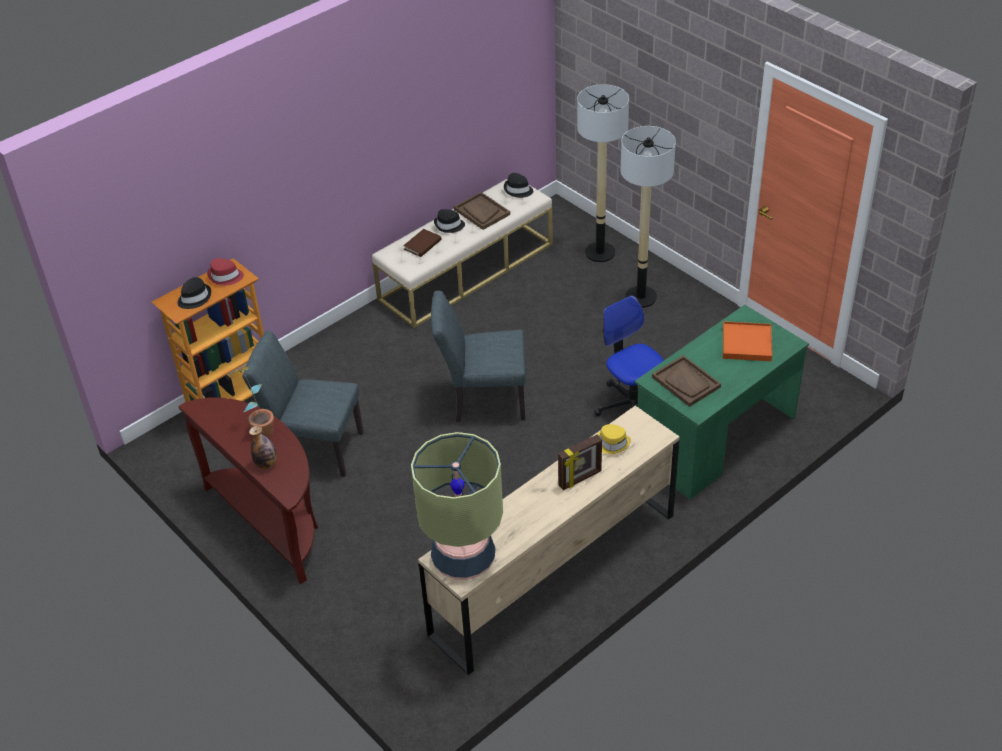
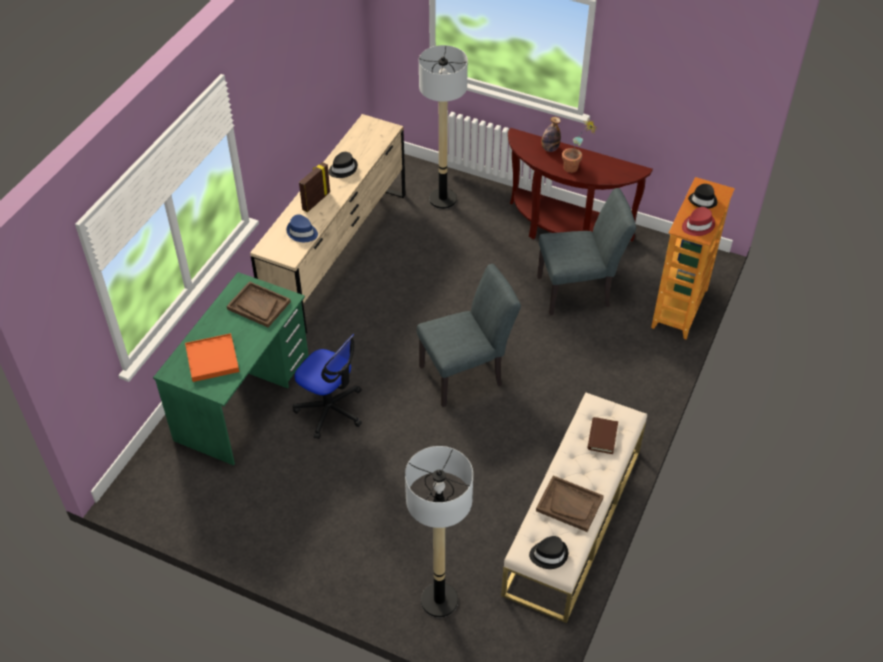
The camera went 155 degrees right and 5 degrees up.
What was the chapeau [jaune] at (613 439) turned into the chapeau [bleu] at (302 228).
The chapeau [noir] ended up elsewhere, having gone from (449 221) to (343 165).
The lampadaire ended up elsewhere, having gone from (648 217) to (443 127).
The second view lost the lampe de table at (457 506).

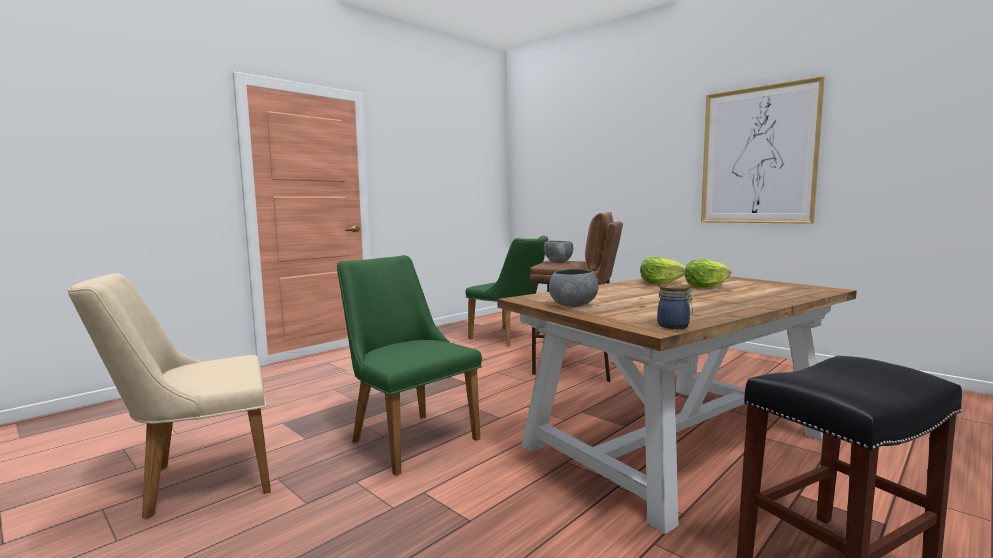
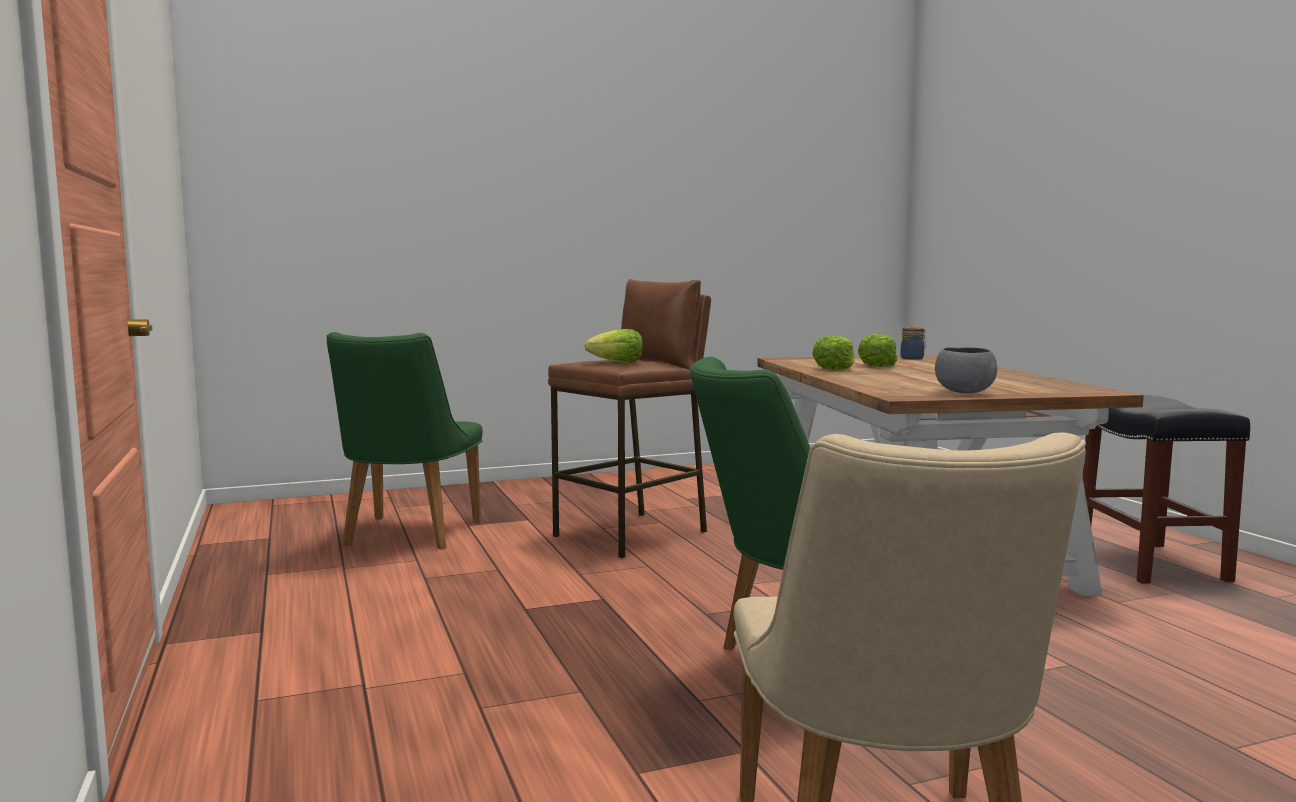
The camera went 65 degrees left and 0 degrees up.
The chaise [vert] at (507 291) ended up facing another way, 120 degrees clockwise from before.
Where the bol [gris] stood at (558 251), the laitue came to stand at (614 346).
The bocal ended up elsewhere, having gone from (675 306) to (913 343).
The second view lost the tableau at (763 150).

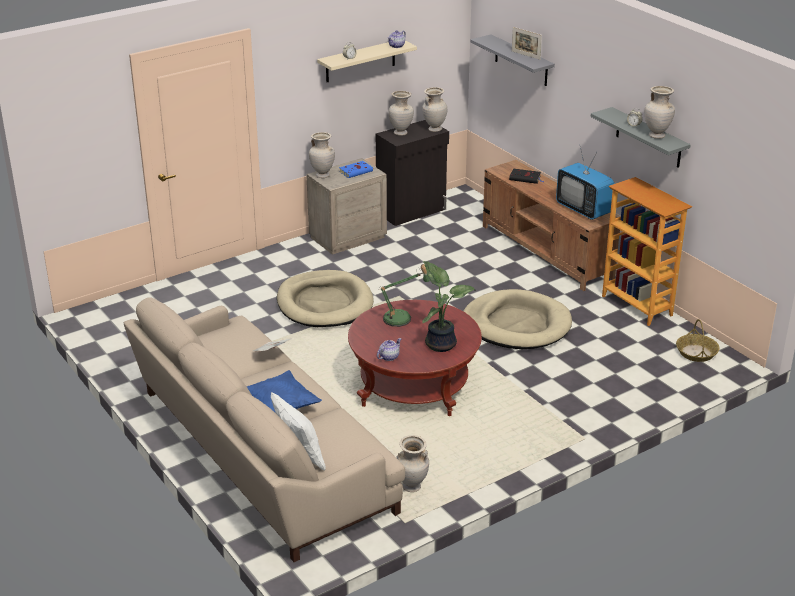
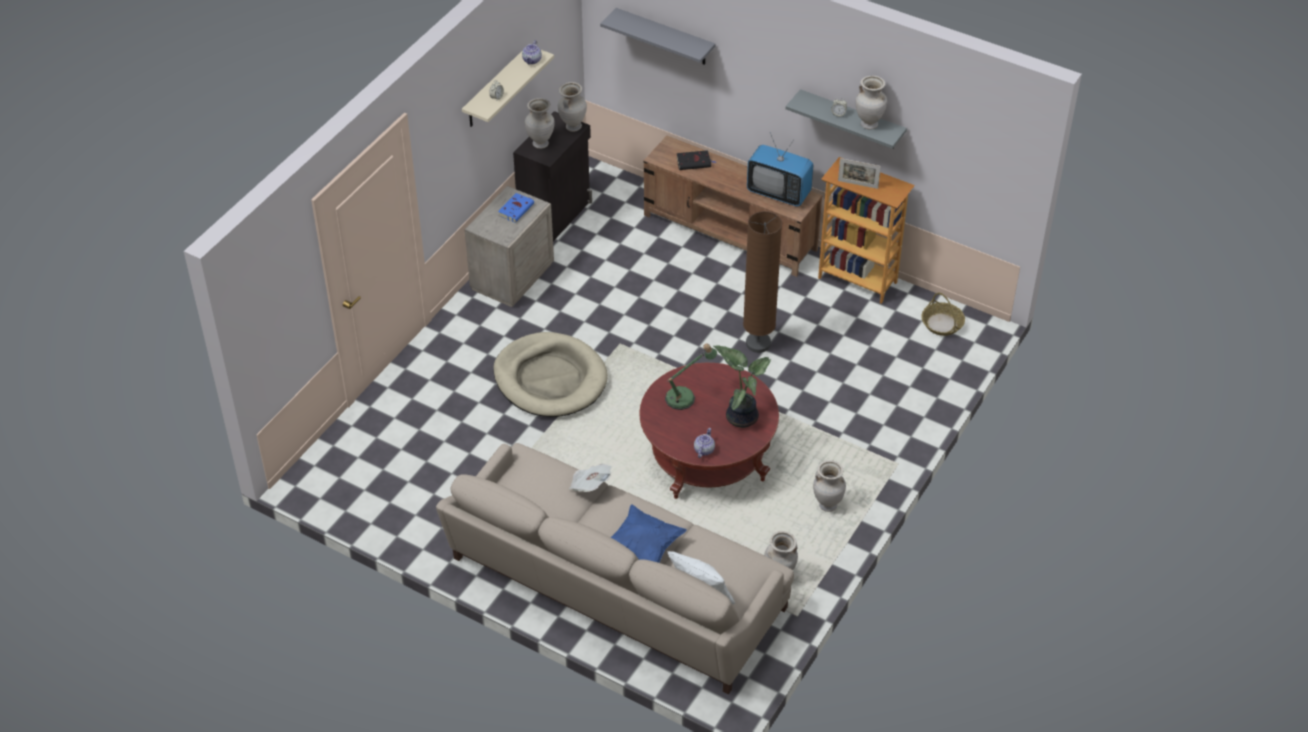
The camera went 25 degrees left and 15 degrees up.
Where the panier pour chien [beige] stood at (517 319), the lampadaire [marron] came to stand at (762 282).
The vase [beige] ended up elsewhere, having gone from (322 155) to (829 486).
The cadre photo ended up elsewhere, having gone from (527 43) to (859 173).

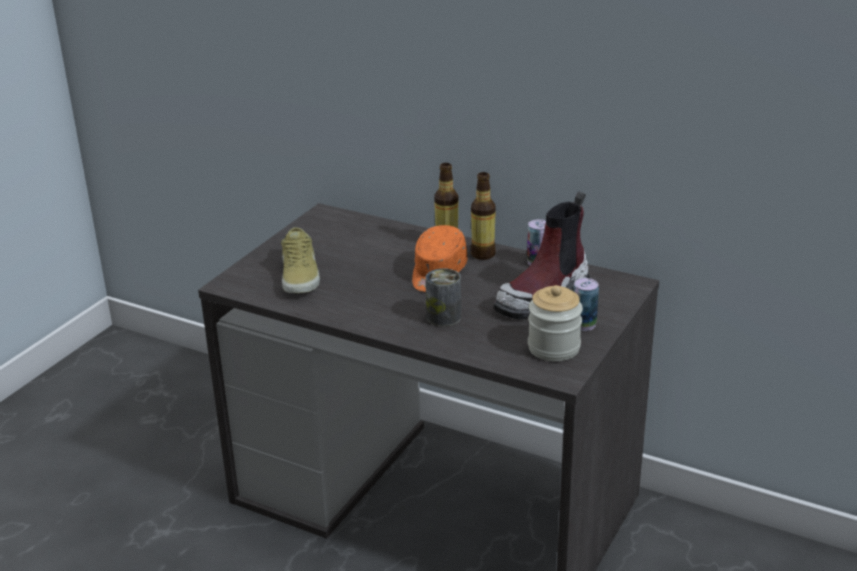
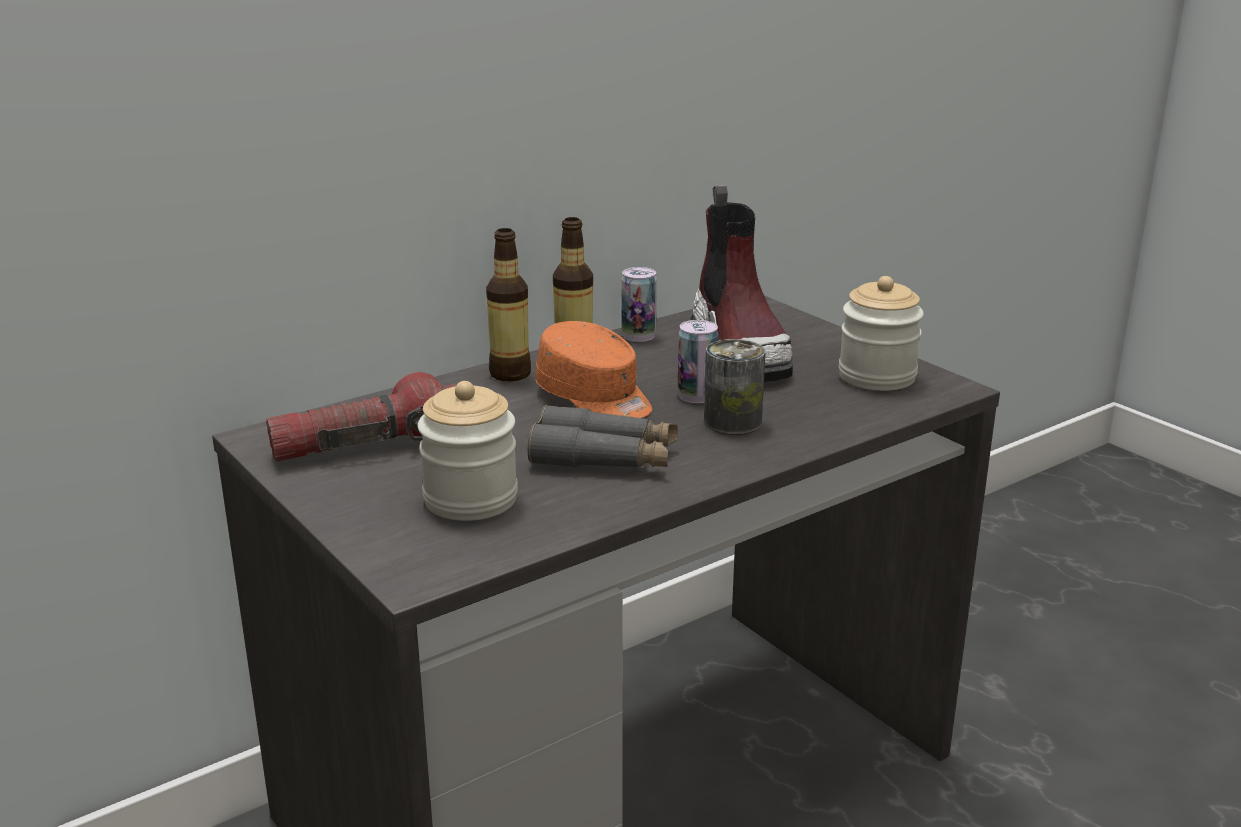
The camera went 65 degrees left and 5 degrees down.
The second view gained the lampe de poche at (360 417).
Where the chaussure [beige] stood at (300 260), the bocal came to stand at (468 451).
The second view gained the jumelles [gris] at (603 436).
The boîte métallique ended up elsewhere, having gone from (586 304) to (698 361).

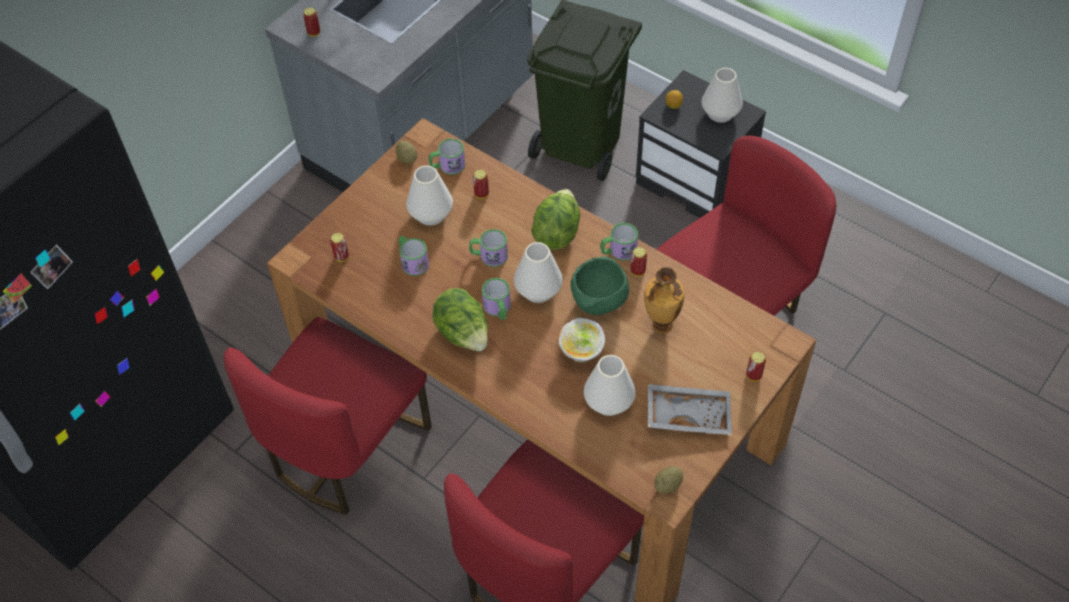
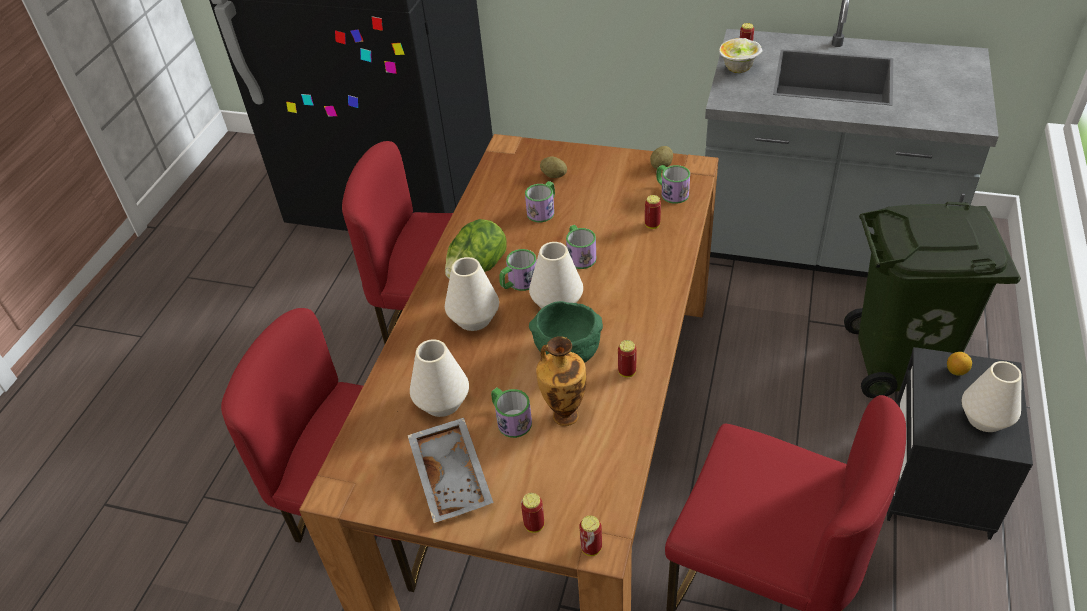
The camera went 70 degrees right and 10 degrees down.
The vase [blanc] ended up elsewhere, having gone from (429 195) to (472 294).
The mug ended up elsewhere, having gone from (619 242) to (511 413).
The pomme de terre ended up elsewhere, having gone from (668 480) to (553 167).
The boîte métallique ended up elsewhere, having gone from (339 247) to (590 535).
The bol ended up elsewhere, having gone from (581 340) to (741 55).
The second view lost the laitue at (555 219).

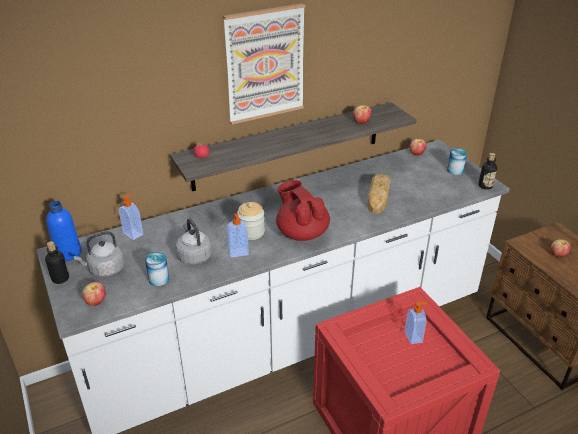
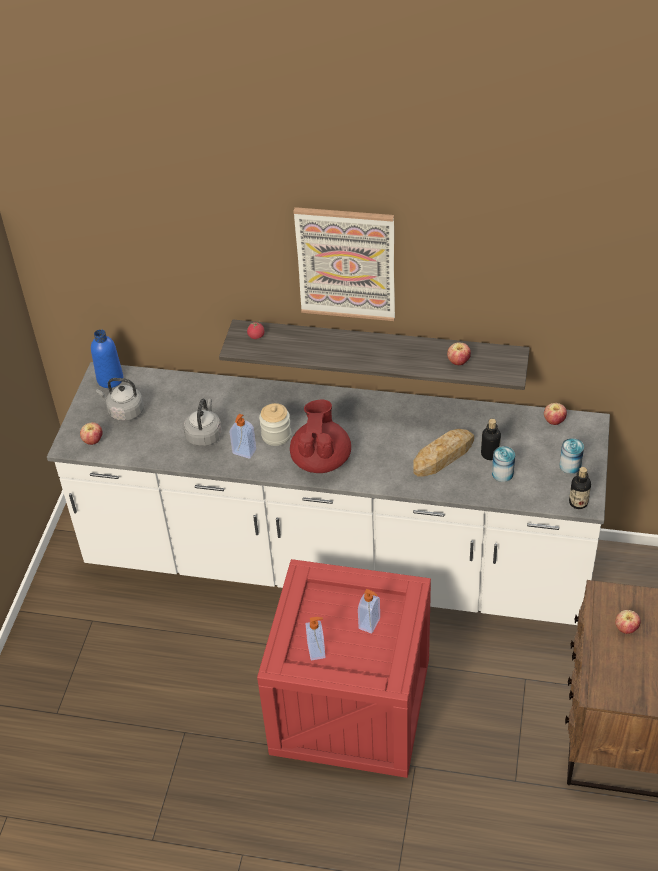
The camera went 40 degrees right and 10 degrees up.
The distributeur de savon ended up elsewhere, having gone from (131 217) to (315 639).
The bouteille ended up elsewhere, having gone from (57 262) to (491 439).
The boîte métallique ended up elsewhere, having gone from (157 269) to (503 464).

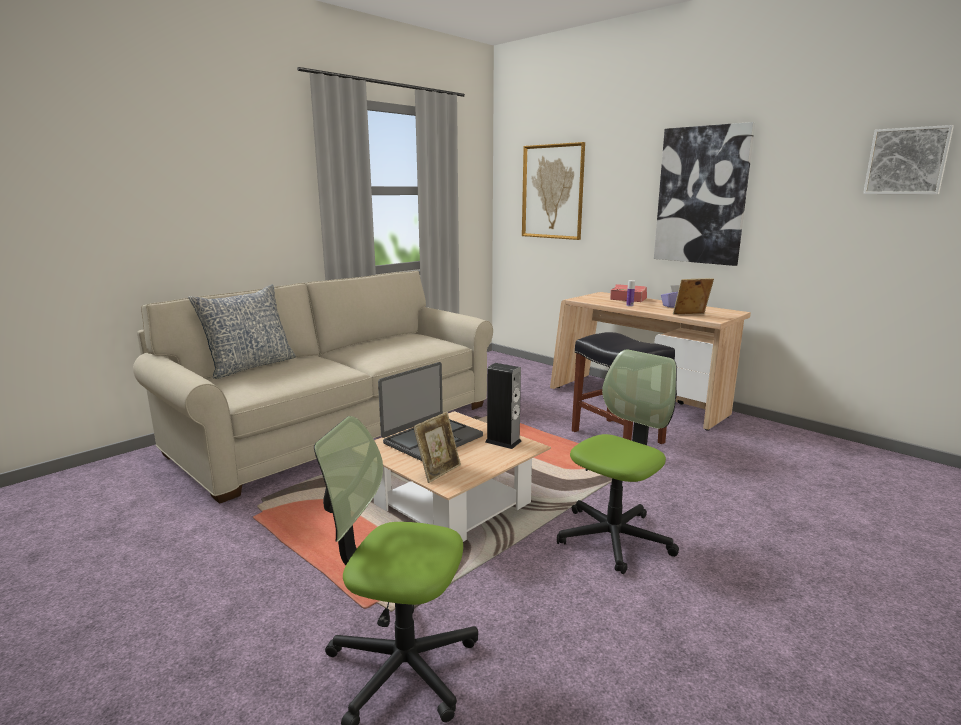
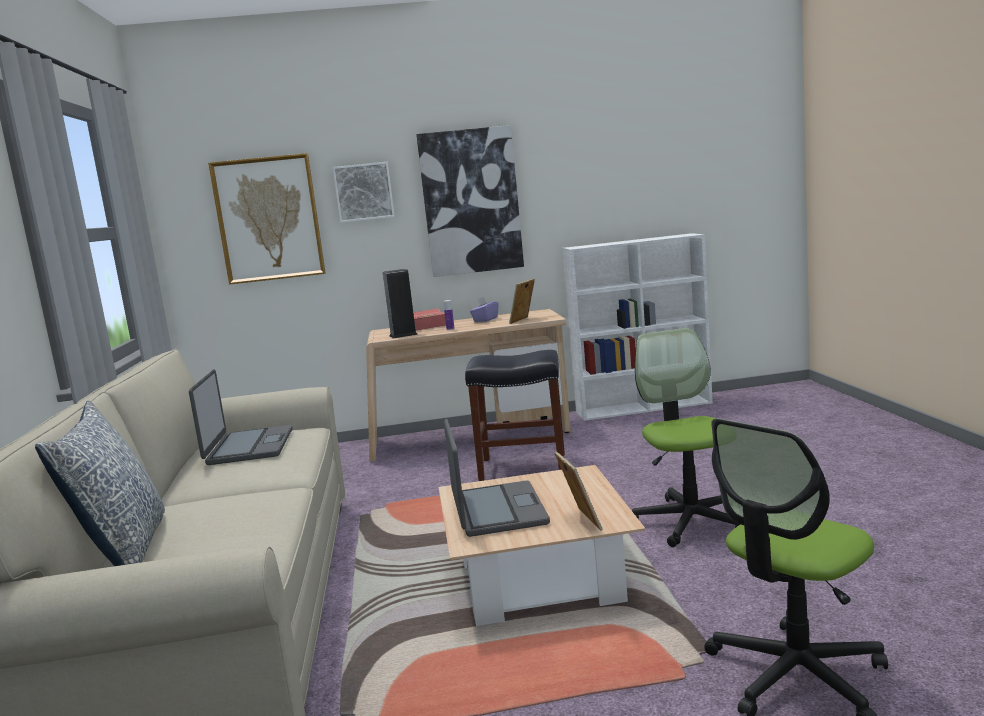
The camera went 50 degrees left and 5 degrees down.
The second view gained the ordinateur portable at (241 417).
The tableau ended up elsewhere, having gone from (908 159) to (364 192).
The enceinte ended up elsewhere, having gone from (503 406) to (400 303).
The second view gained the bibliothèque [blanc] at (637 327).

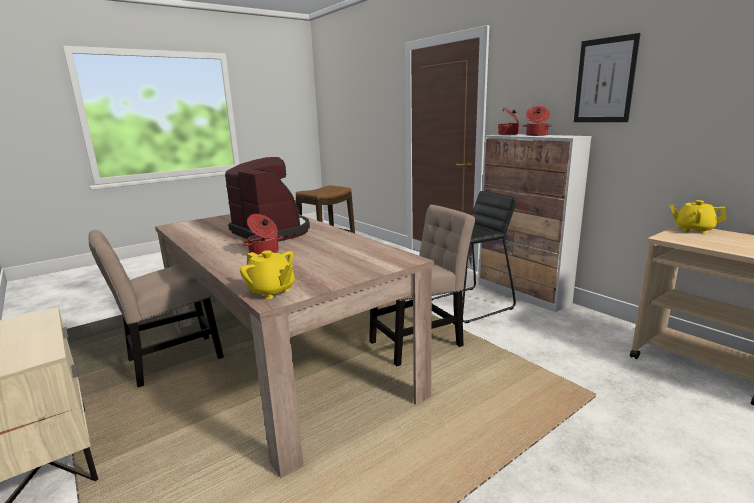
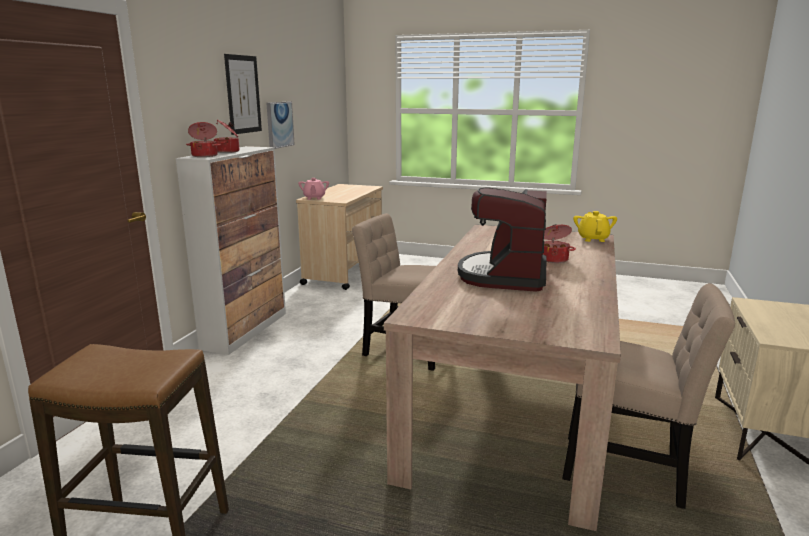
The camera went 125 degrees left and 0 degrees up.
The second view gained the tableau at (281 125).
What was the théière [jaune] at (698 217) turned into the théière [rose] at (313 189).
The second view lost the tabouret [noir] at (474 257).

